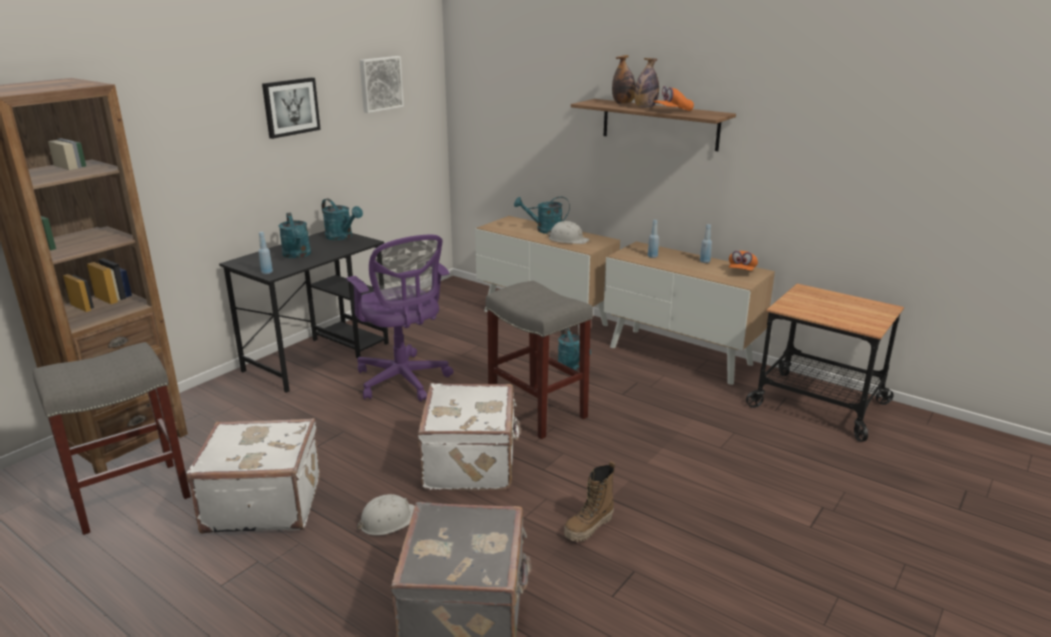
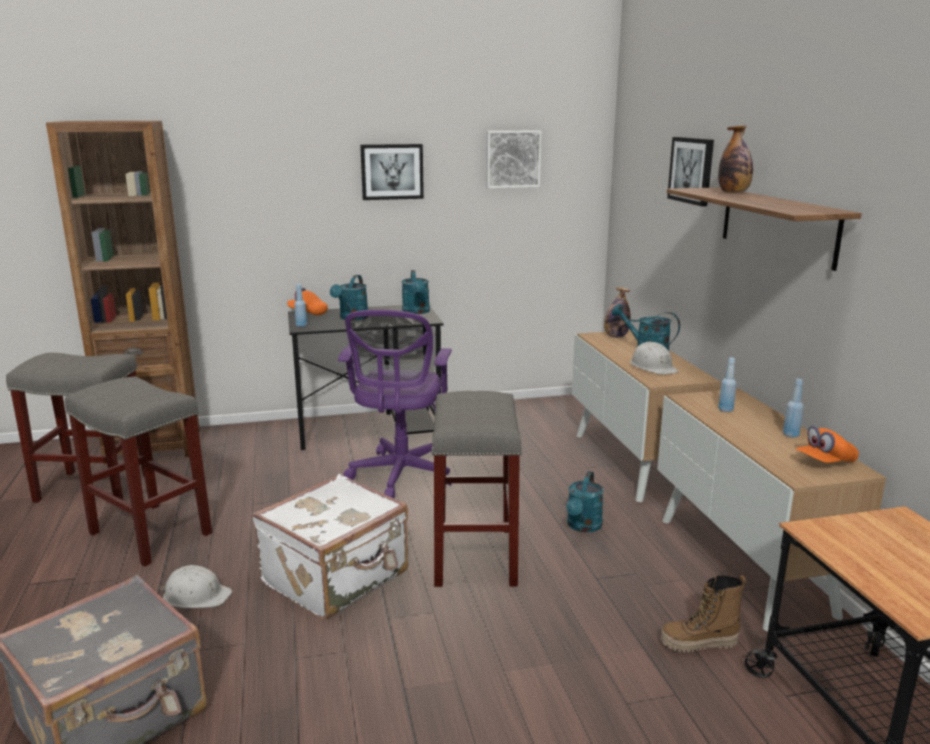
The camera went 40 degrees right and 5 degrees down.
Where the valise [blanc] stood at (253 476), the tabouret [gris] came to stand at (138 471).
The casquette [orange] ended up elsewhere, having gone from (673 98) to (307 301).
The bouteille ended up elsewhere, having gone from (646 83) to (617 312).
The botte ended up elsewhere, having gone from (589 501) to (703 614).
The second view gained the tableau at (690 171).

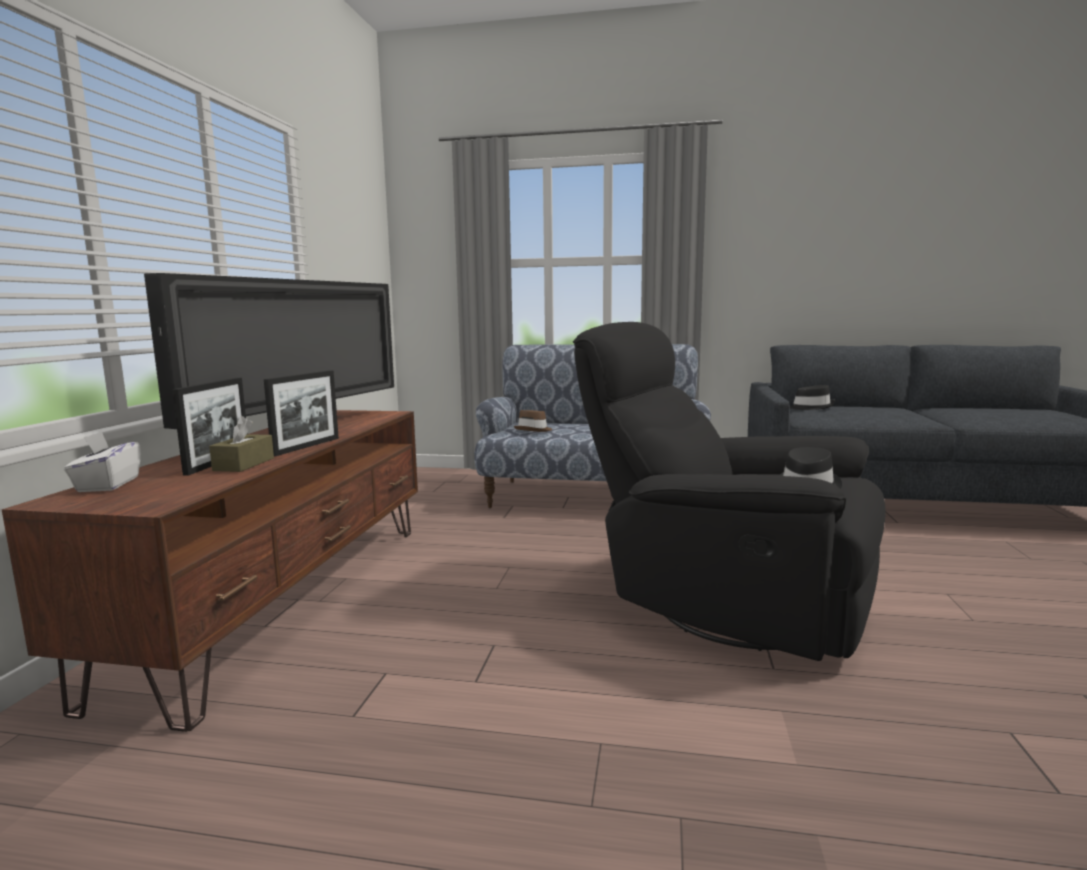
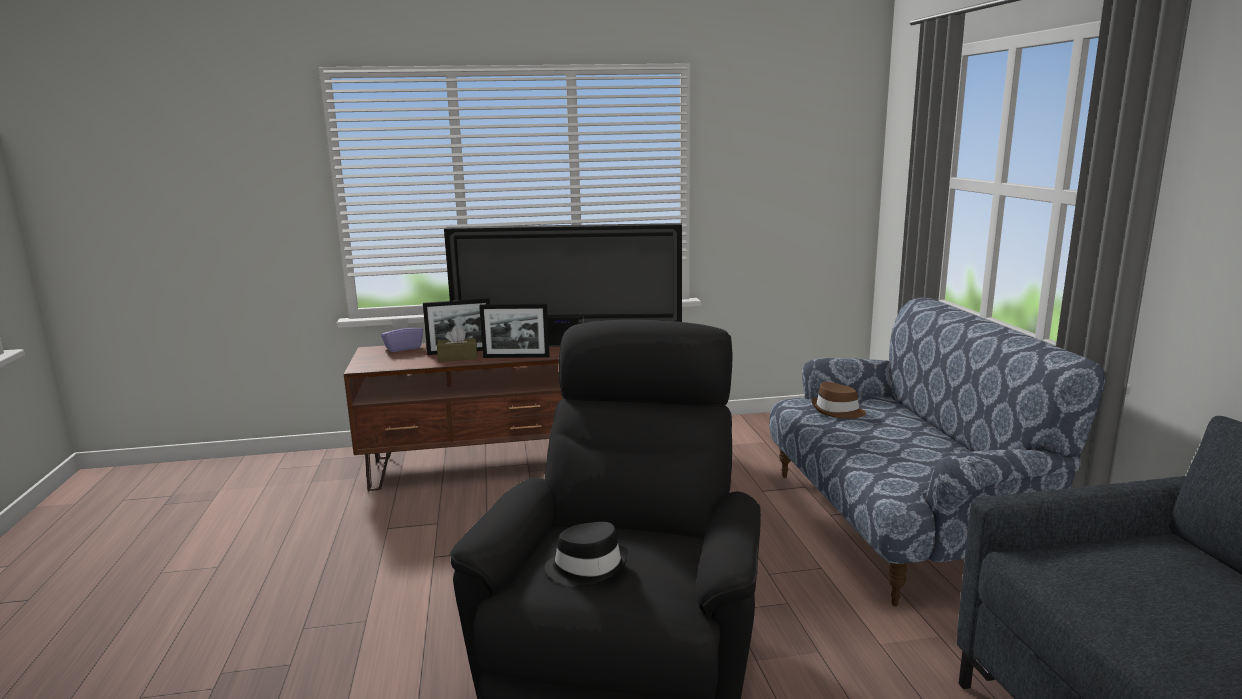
The camera went 70 degrees right and 5 degrees up.
What was the boîte à mouchoirs [blanc] at (102 461) turned into the boîte à mouchoirs [violet] at (402 335).
The second view lost the chapeau [noir] at (812 397).

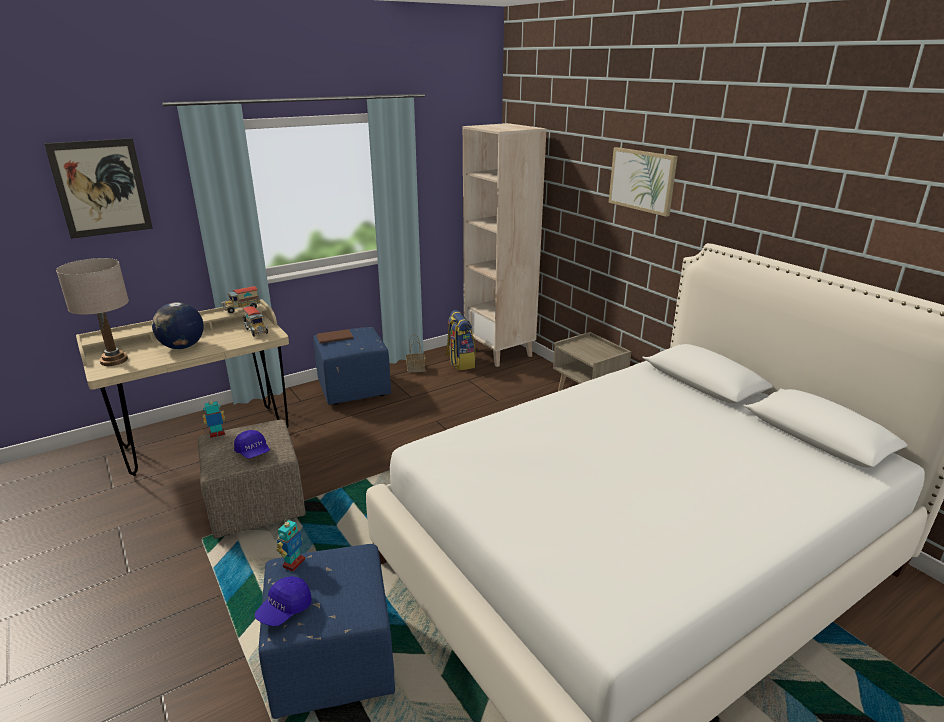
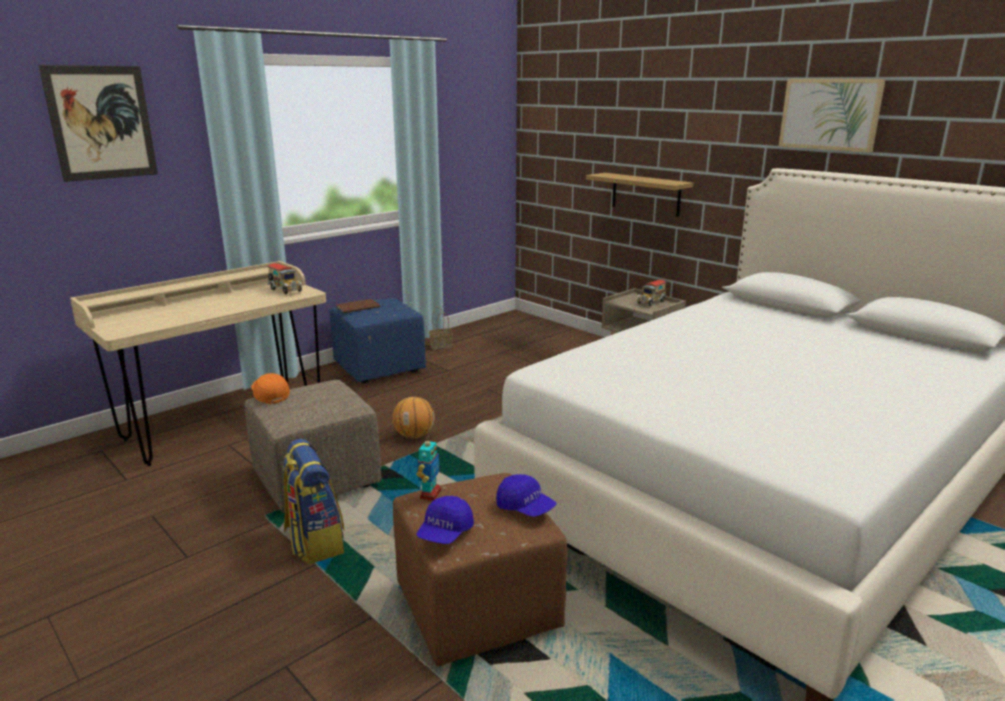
The camera went 10 degrees left and 5 degrees down.
Where the robot jouet stood at (213 418), the casquette [orange] came to stand at (270 388).
The sac à dos ended up elsewhere, having gone from (460 340) to (313 501).
The second view gained the ballon de basket at (414 418).
What was the pouf [bleu] at (327 631) turned into the pouf [marron] at (480 569).
The casquette [bleu] ended up elsewhere, having gone from (252 444) to (526 495).
The second view gained the étagère at (639 195).
The camion jouet ended up elsewhere, having gone from (241 300) to (652 293).
The tableau ended up elsewhere, having gone from (643 182) to (832 116).
The second view lost the lampe de table [beige] at (92 312).
The second view lost the globe at (178 325).
The second view lost the bibliothèque [beige] at (505 245).

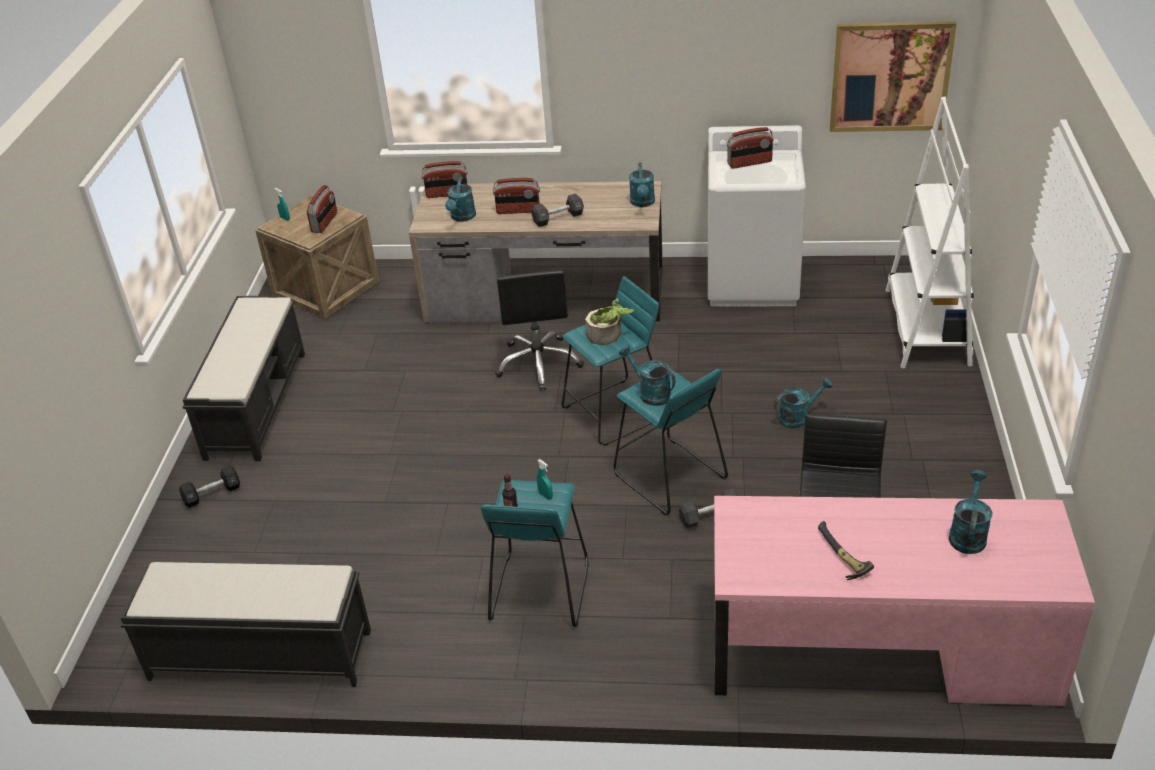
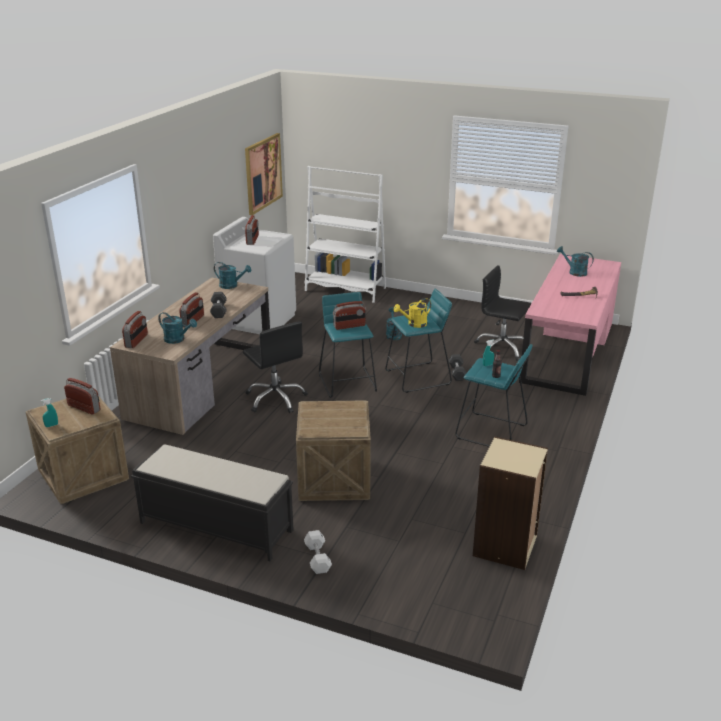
The camera went 75 degrees left and 10 degrees down.
The chaise de bureau [noir] at (539 330) ended up facing another way, 45 degrees clockwise from before.
The second view gained the caisse at (333 450).
What was the haltère [noir] at (209 487) turned into the haltère [blanc] at (318 552).
Where the plante en pot stood at (609 321), the radio came to stand at (349 315).
What was the arrosoir [turquoise] at (647 375) turned into the arrosoir [jaune] at (412 313).
Where the banc [noir] stood at (245 624), the bibliothèque [beige] came to stand at (510 503).

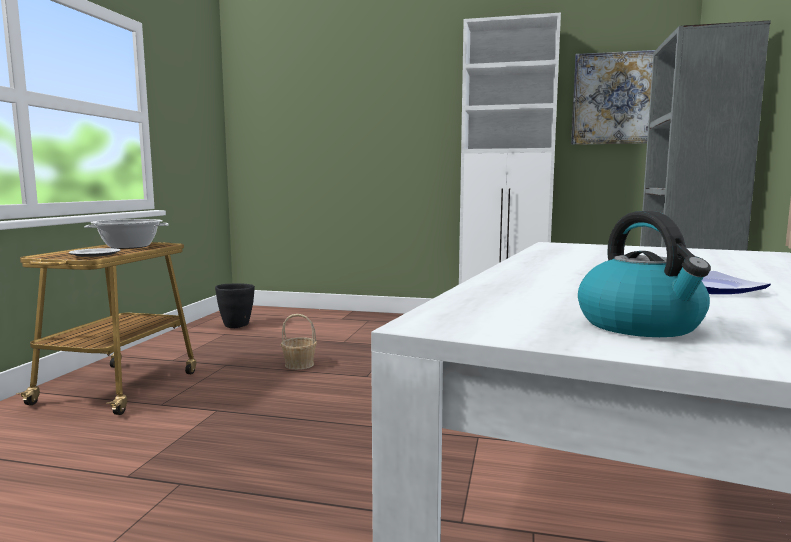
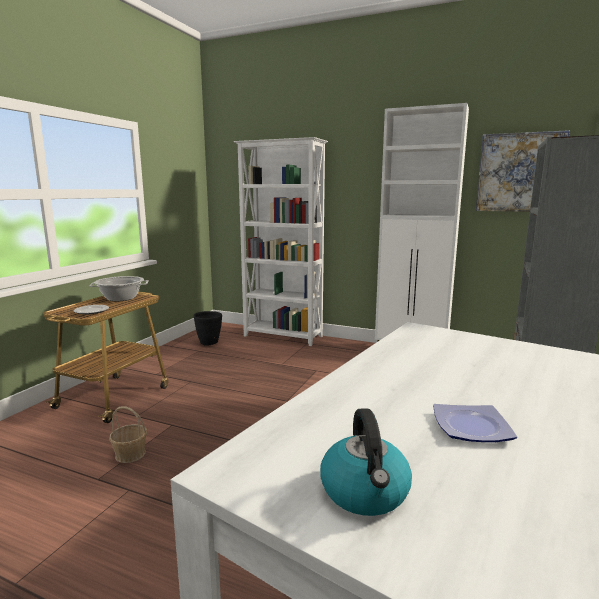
The camera went 10 degrees right and 5 degrees up.
The panier ended up elsewhere, having gone from (299 342) to (128 434).
The second view gained the bibliothèque [blanc] at (281 241).

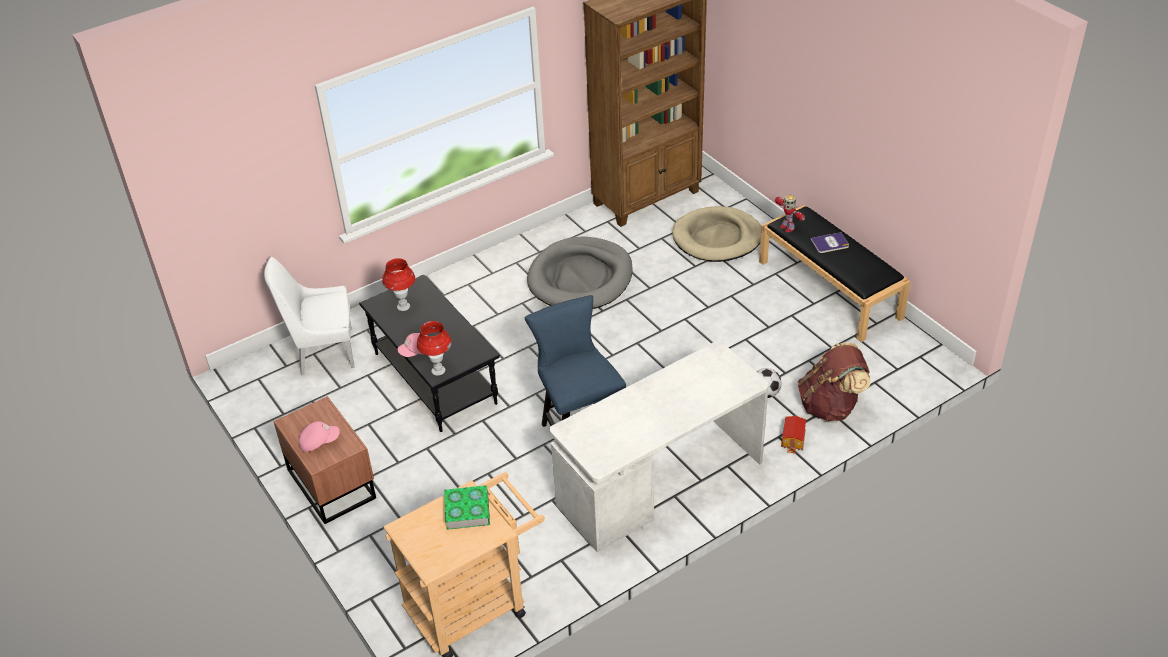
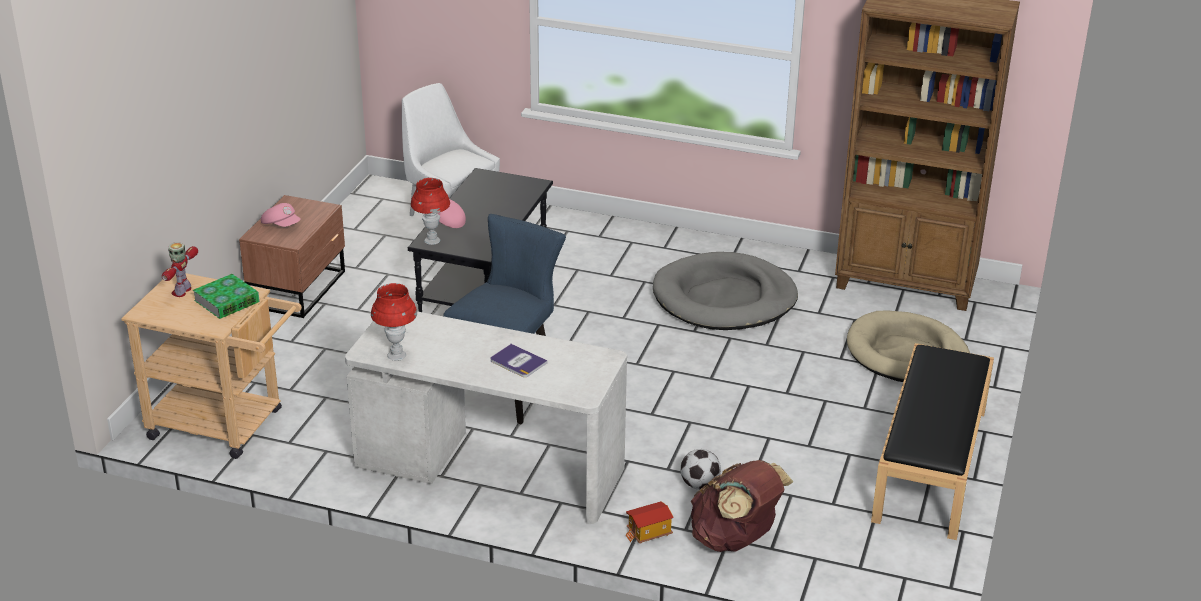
The camera went 50 degrees right and 10 degrees down.
The robot jouet ended up elsewhere, having gone from (790 213) to (180 269).
The lampe de table [rouge] ended up elsewhere, having gone from (398 284) to (394 322).
The livre ended up elsewhere, having gone from (830 242) to (519 360).

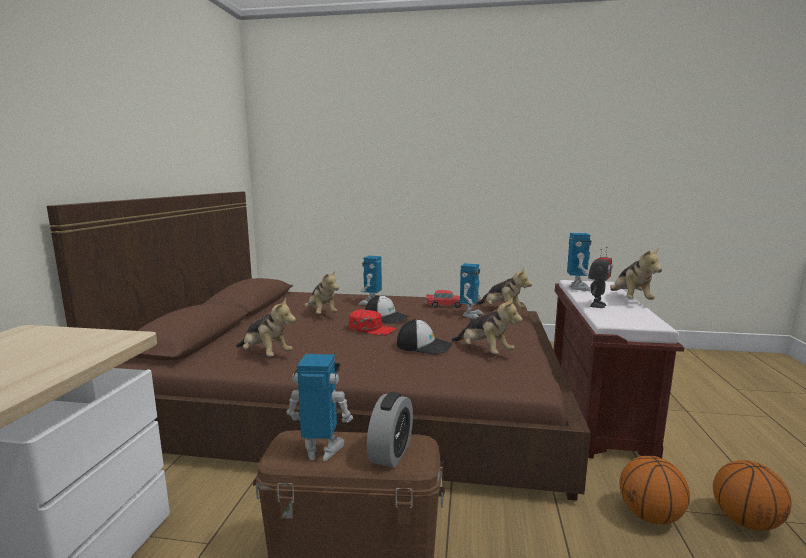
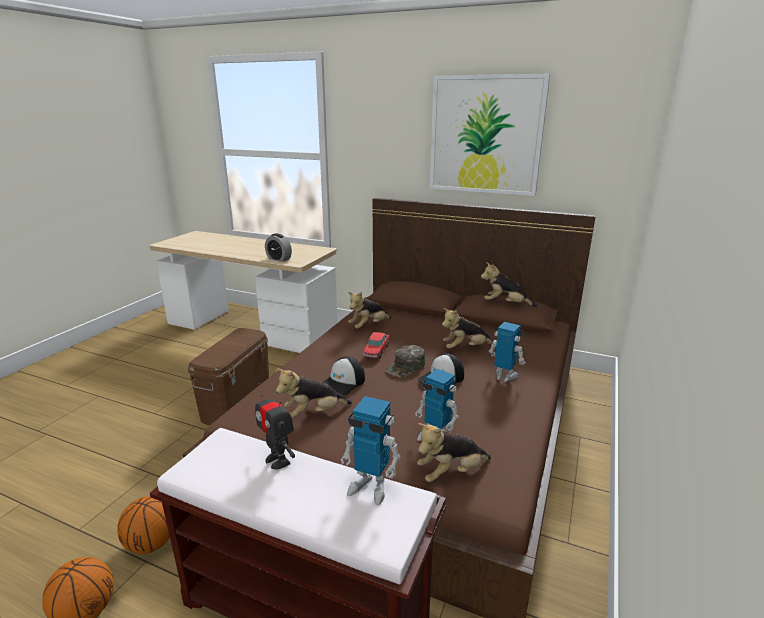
The camera went 105 degrees right and 10 degrees up.
The réveil ended up elsewhere, having gone from (390 430) to (278 247).
The petite voiture ended up elsewhere, having gone from (445 299) to (376 345).
What was the casquette [rouge] at (372 322) turned into the casquette [vert] at (405 361).
The second view gained the tableau at (490 135).
The peluche ended up elsewhere, having gone from (636 274) to (509 284).
The second view lost the robot jouet at (320 407).

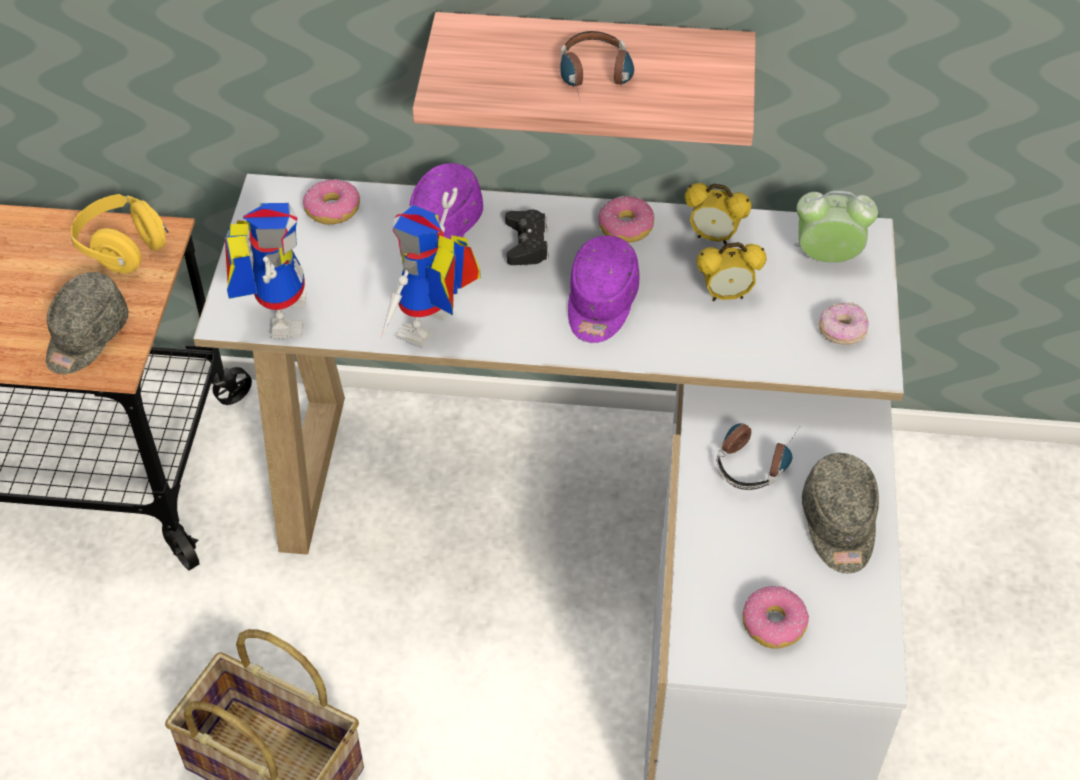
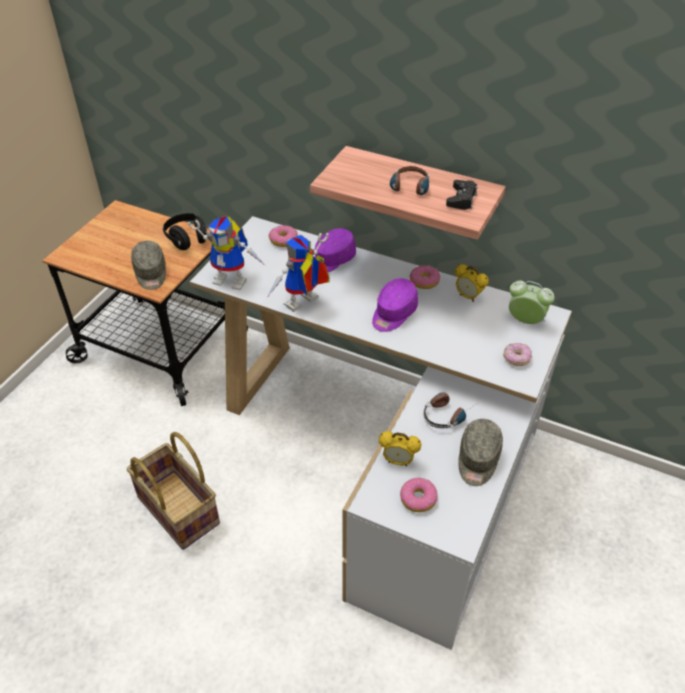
The camera went 20 degrees right and 5 degrees down.
The casquette [gris] at (87 323) ended up facing another way, 60 degrees counterclockwise from before.
What was the casque audio [jaune] at (119 233) turned into the casque audio [noir] at (185 231).
The robot jouet at (266 271) ended up facing another way, 90 degrees clockwise from before.
The réveil ended up elsewhere, having gone from (731 271) to (400 448).
The manette [noir] ended up elsewhere, having gone from (527 237) to (462 195).

